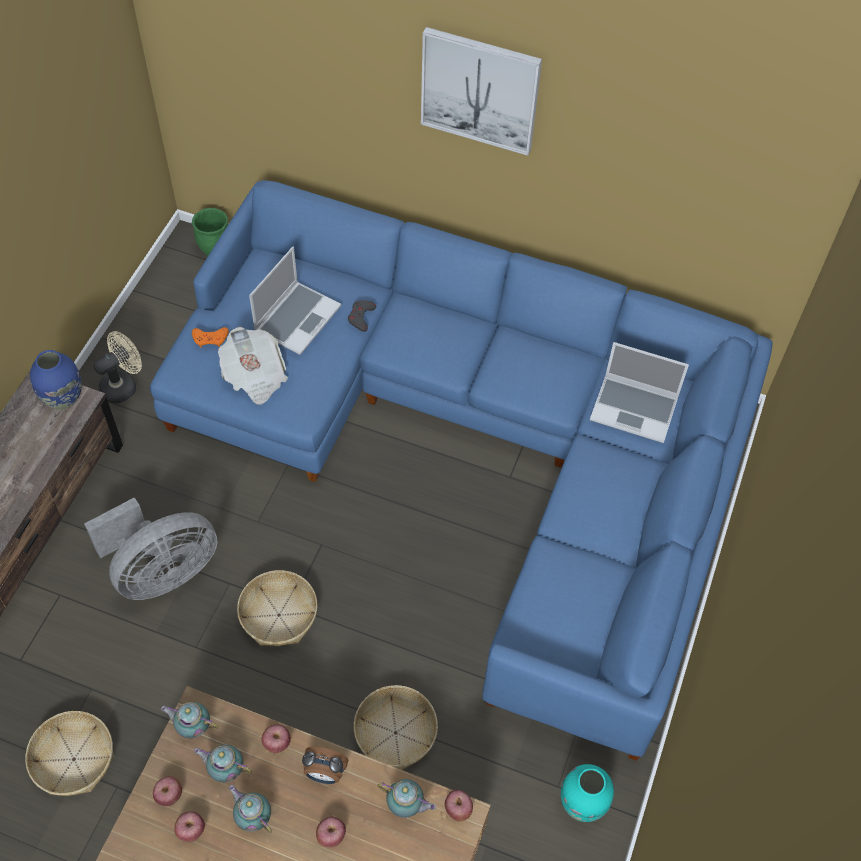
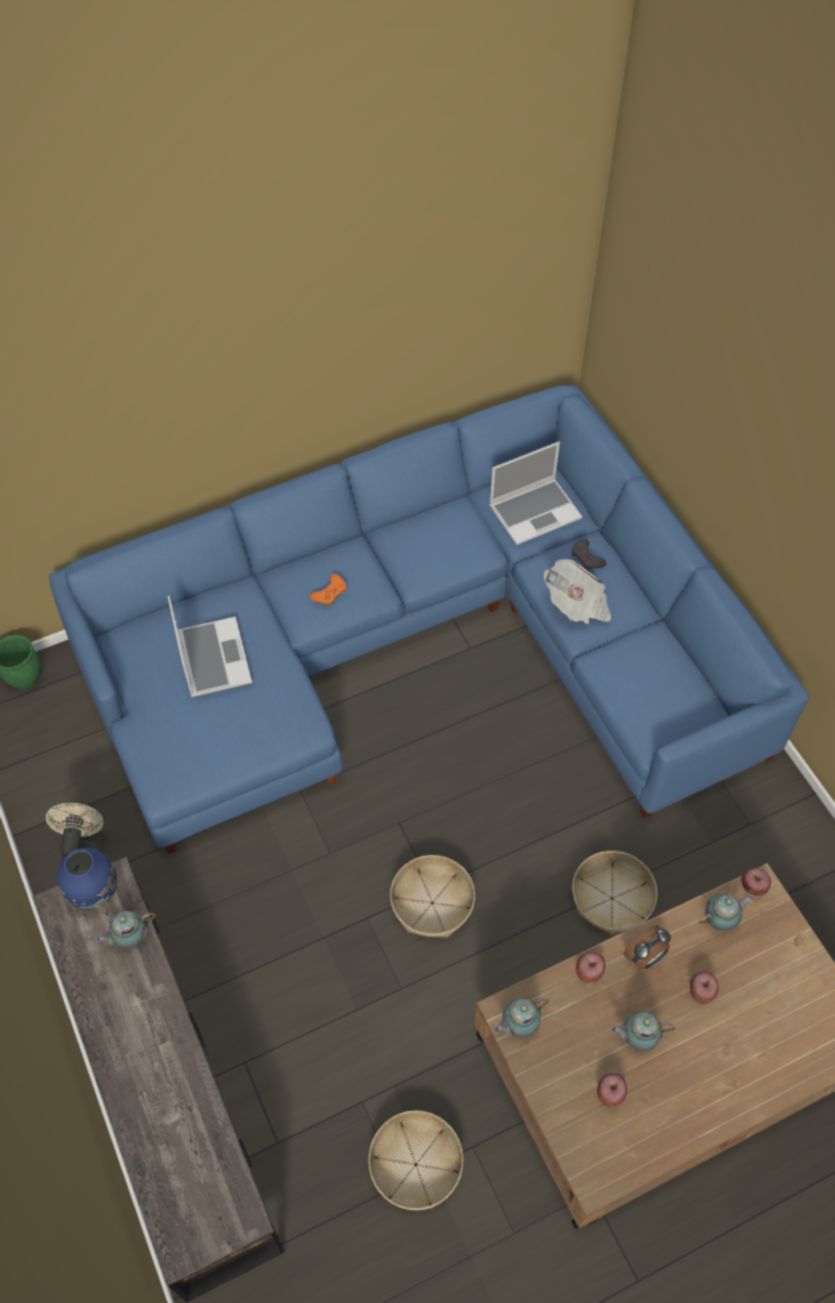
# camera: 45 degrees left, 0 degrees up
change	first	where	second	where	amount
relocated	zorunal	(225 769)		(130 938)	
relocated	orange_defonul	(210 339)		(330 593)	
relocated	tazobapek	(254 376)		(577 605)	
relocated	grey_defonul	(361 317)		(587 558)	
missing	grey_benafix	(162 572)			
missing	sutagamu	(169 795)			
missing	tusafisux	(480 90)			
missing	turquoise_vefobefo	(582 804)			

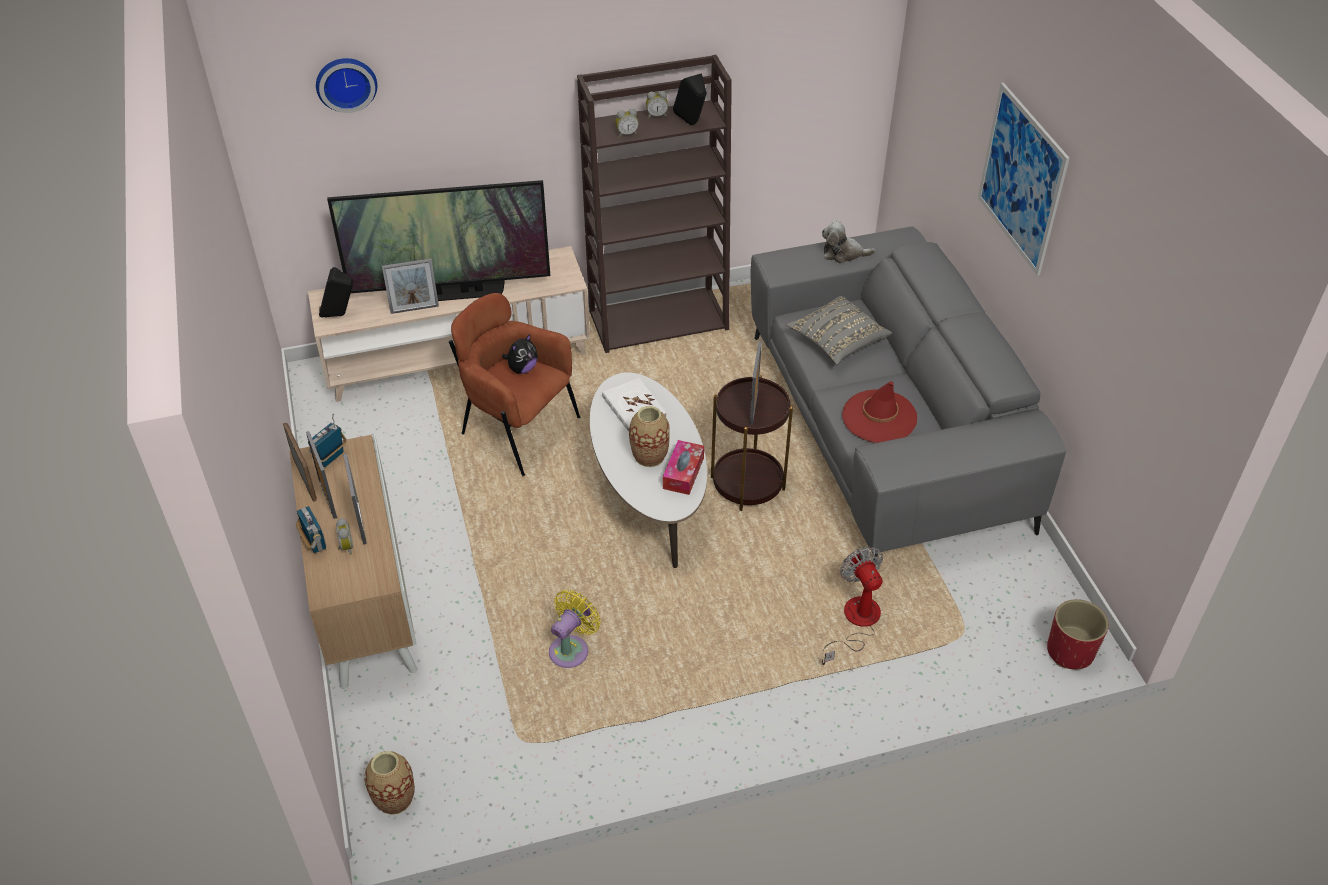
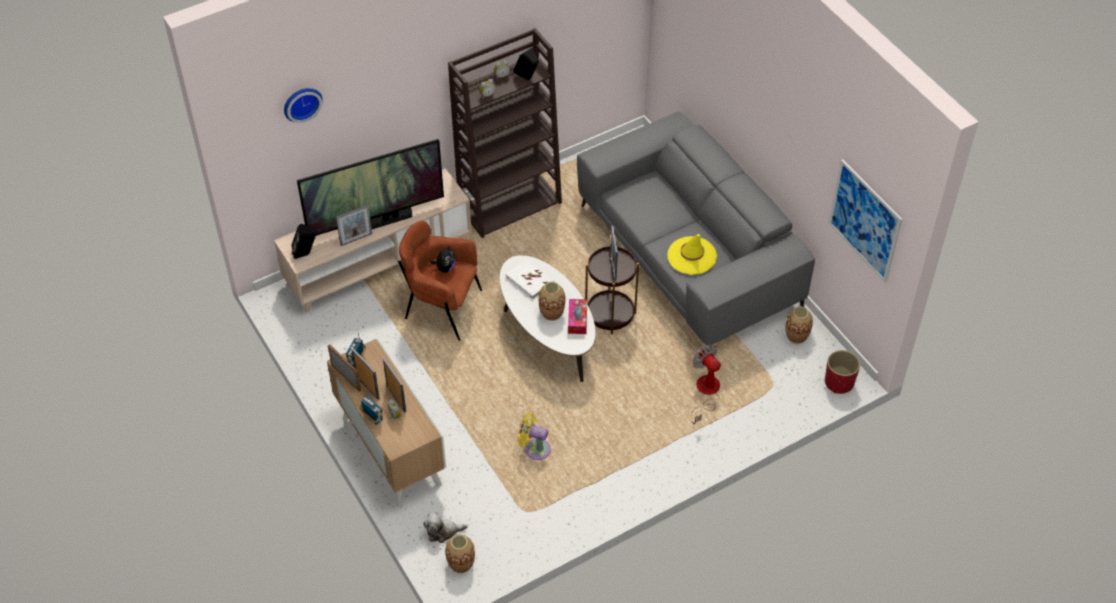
# camera: 15 degrees left, 5 degrees up
change	first	where	second	where	amount
relocated	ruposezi	(843 253)		(443 531)	
spun	yellow_benafix	(571 649)		(534 448)	90 degrees counterclockwise
colour	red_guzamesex	(879 417)	yellow_guzamesex	(692 256)	
appeared			vefobefo	(796 336)	
relocated	tusafisux	(1021 179)		(864 220)	
missing	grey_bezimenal	(837 341)			

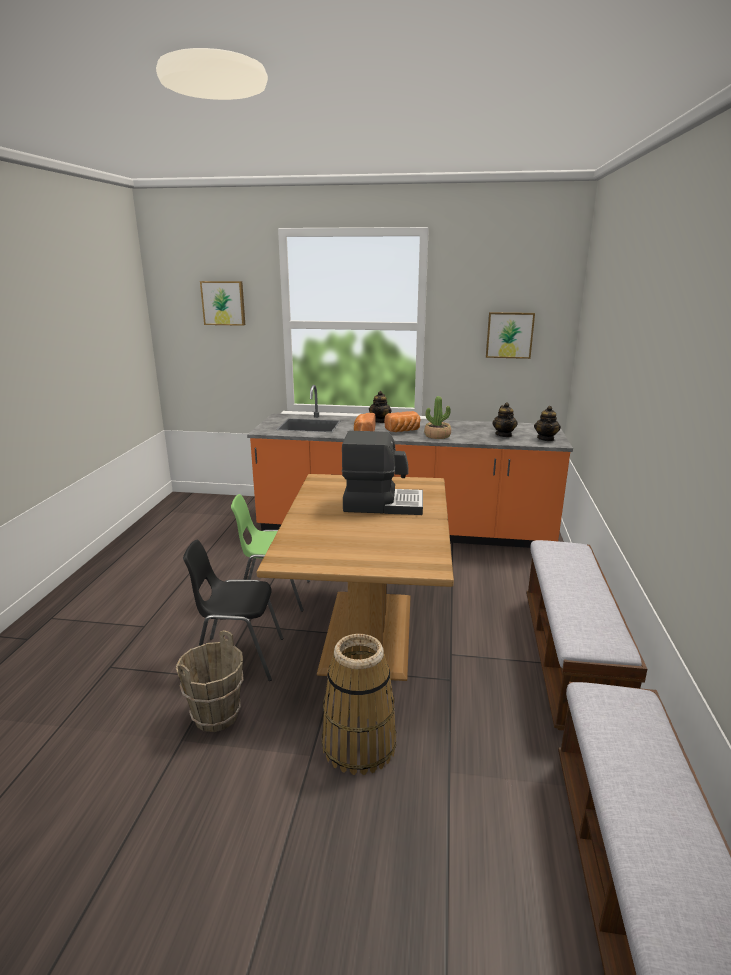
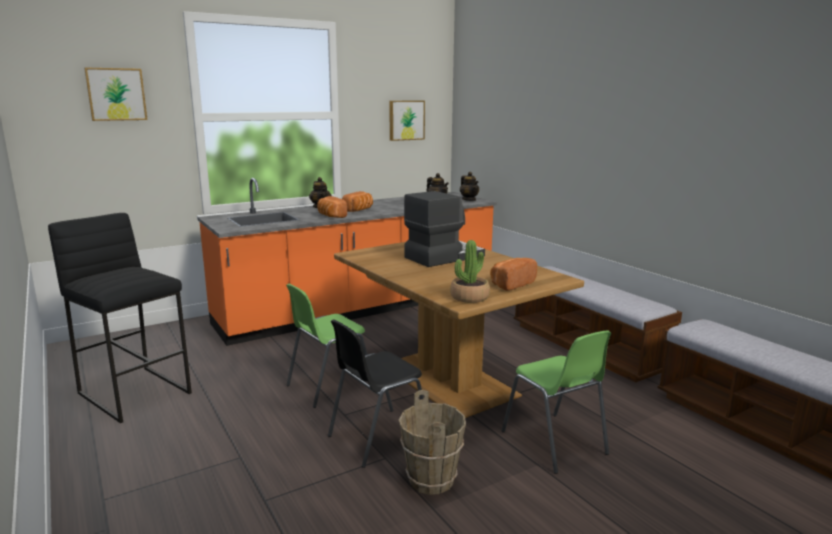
# camera: 40 degrees left, 5 degrees down
change	first	where	second	where	amount
appeared			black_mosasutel	(136 393)	
relocated	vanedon	(437 436)		(469 297)	
appeared			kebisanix	(510 284)	
exchanged	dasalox	(358 745)	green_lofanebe	(554 443)	

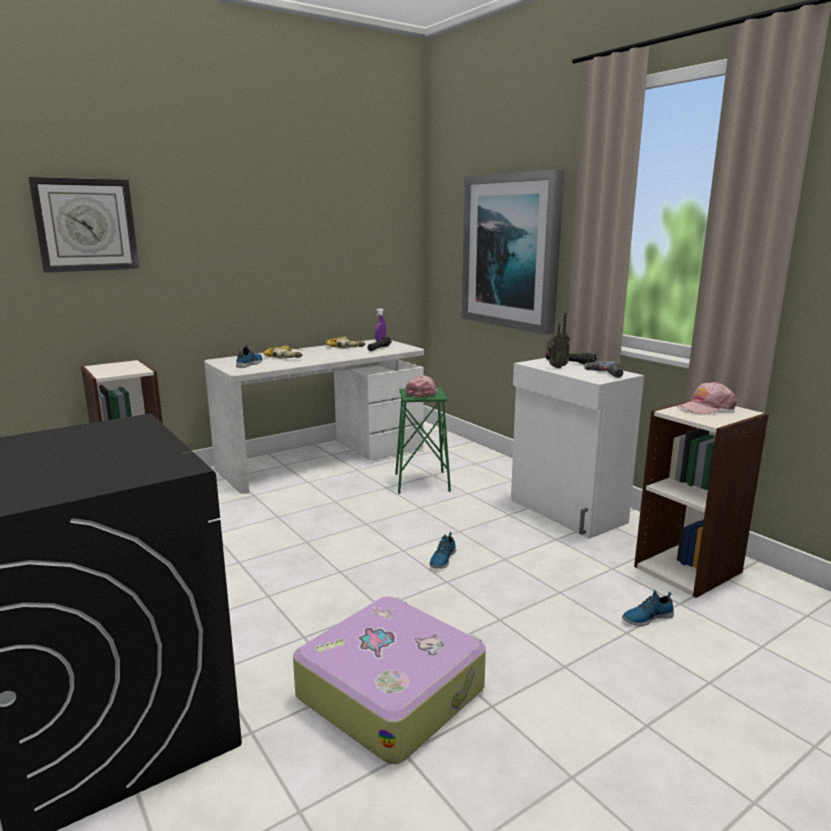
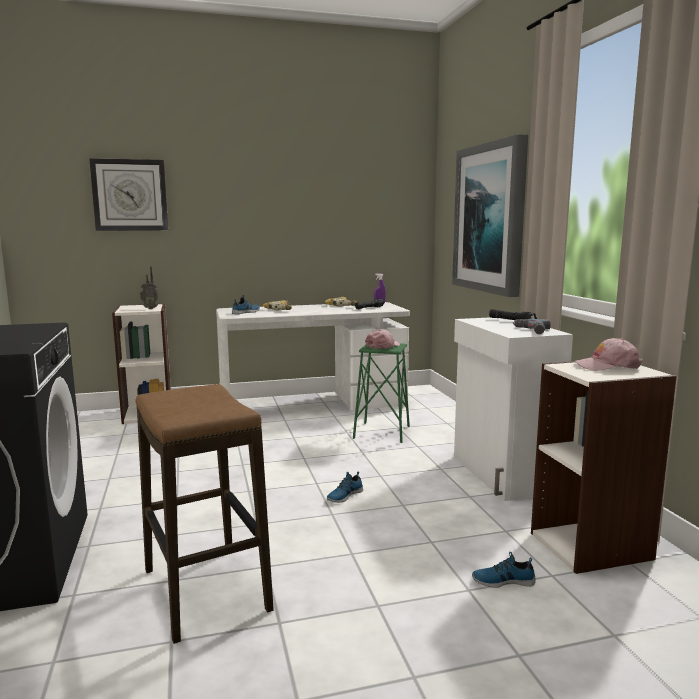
# camera: 20 degrees right, 5 degrees down
change	first	where	second	where	amount
exchanged	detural	(391 691)	mosasutel	(205 590)	
relocated	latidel	(555 367)		(150 308)	

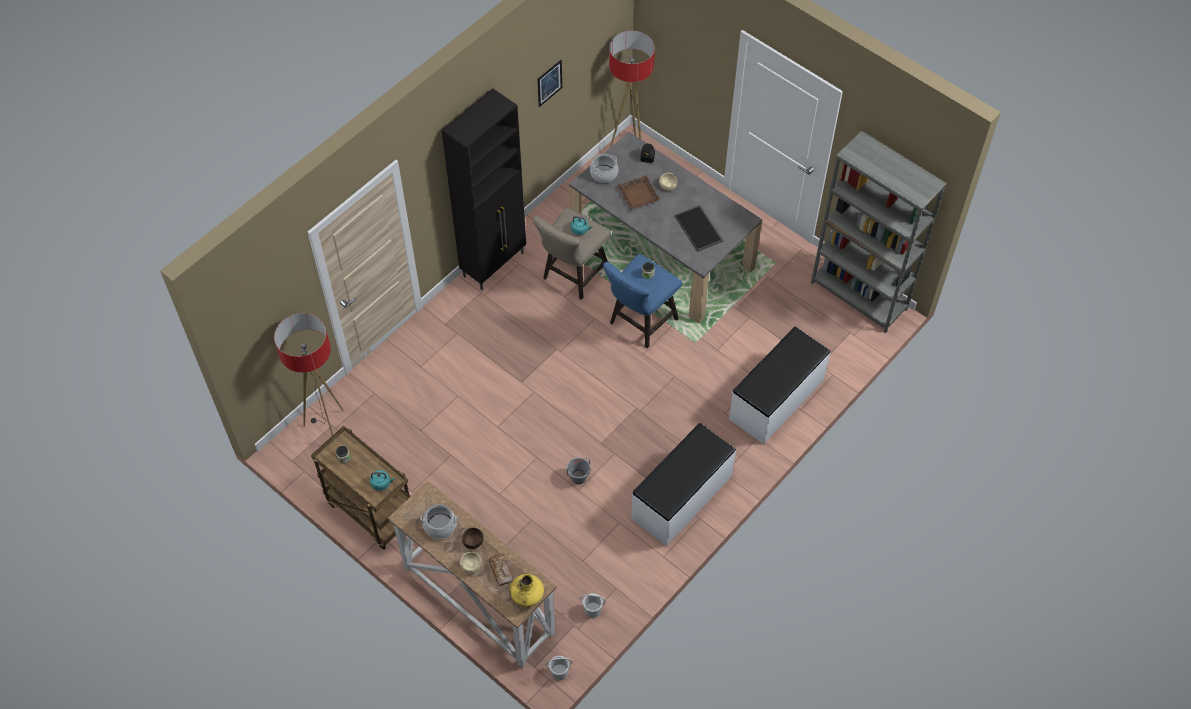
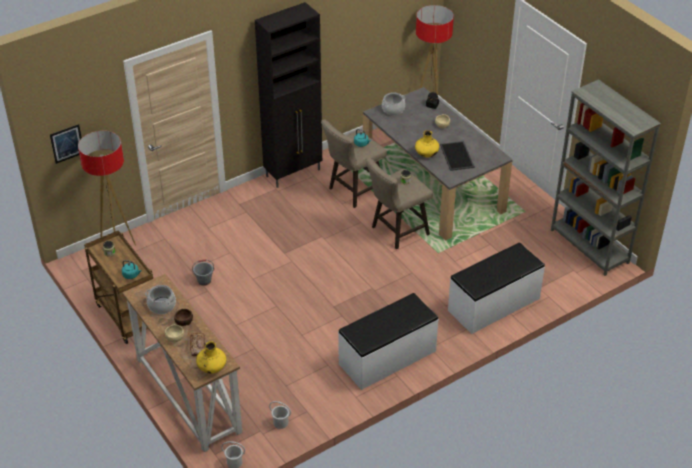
# camera: 15 degrees right, 15 degrees down
change	first	where	second	where	amount
relocated	tusafisux	(549 83)		(67 143)	
relocated	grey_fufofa	(578 477)		(204 281)	
colour	blue_mosasutel	(640 323)	beige_mosasutel	(396 232)	
appeared			yellow_vefobefo	(426 154)	
missing	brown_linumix	(638 195)			

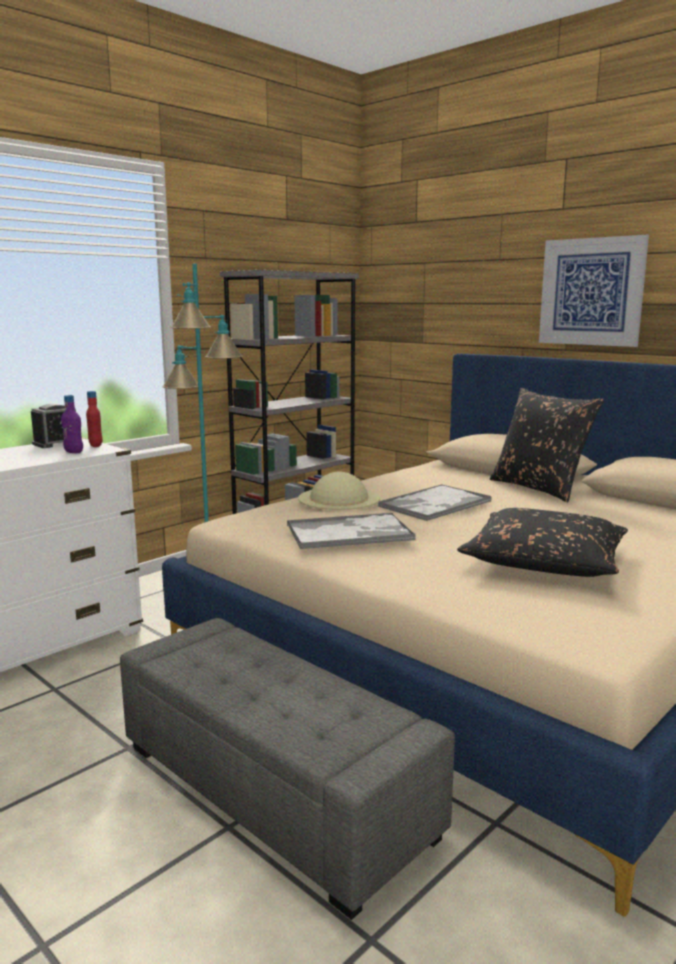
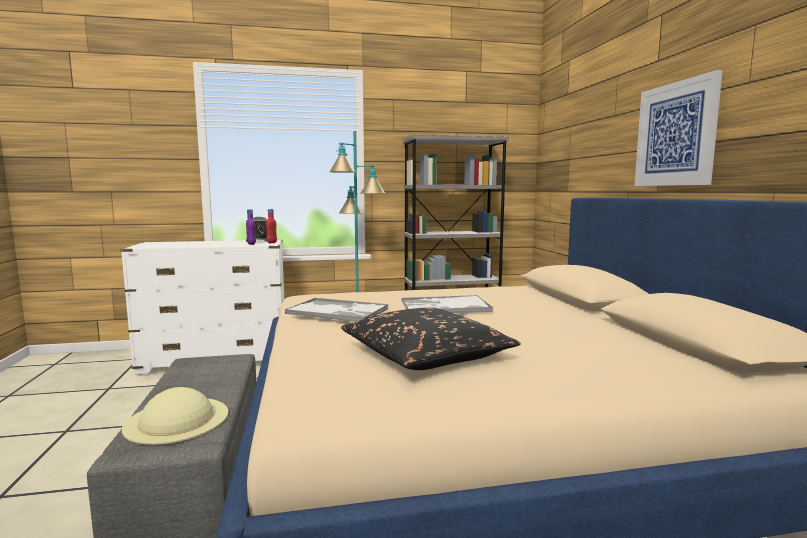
# camera: 35 degrees right, 5 degrees down
change	first	where	second	where	amount
relocated	beige_guzamesex	(339 498)		(177 419)	
missing	black_bezimenal	(539 488)			

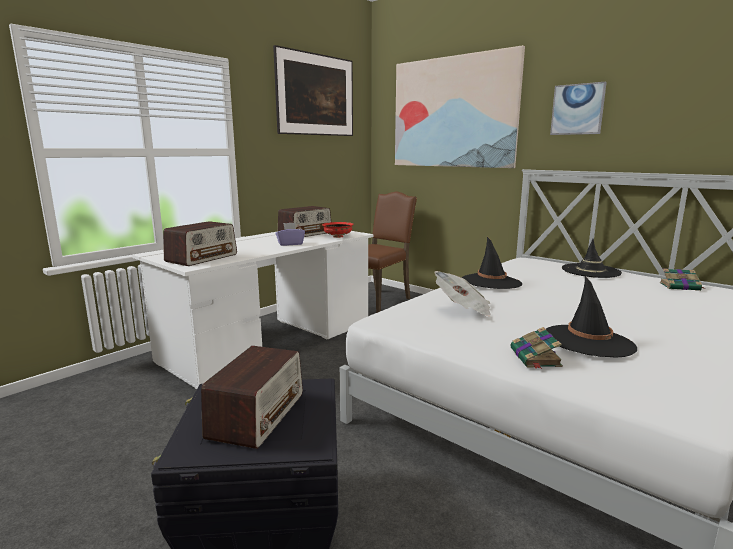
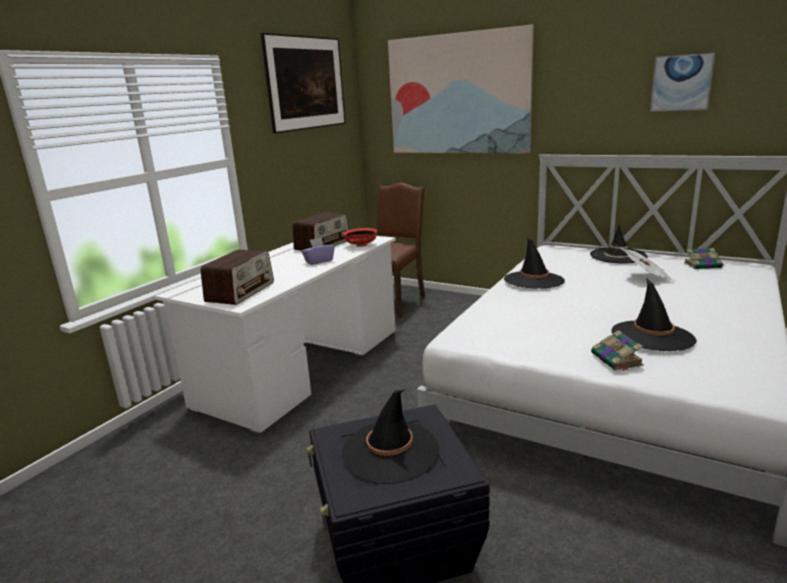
# camera: 10 degrees left, 5 degrees up
change	first	where	second	where	amount
exchanged	latidel	(257 415)	black_guzamesex	(390 452)	
relocated	tazobapek	(463 309)		(646 277)	
relocated	tusafisux	(577 109)		(681 83)	

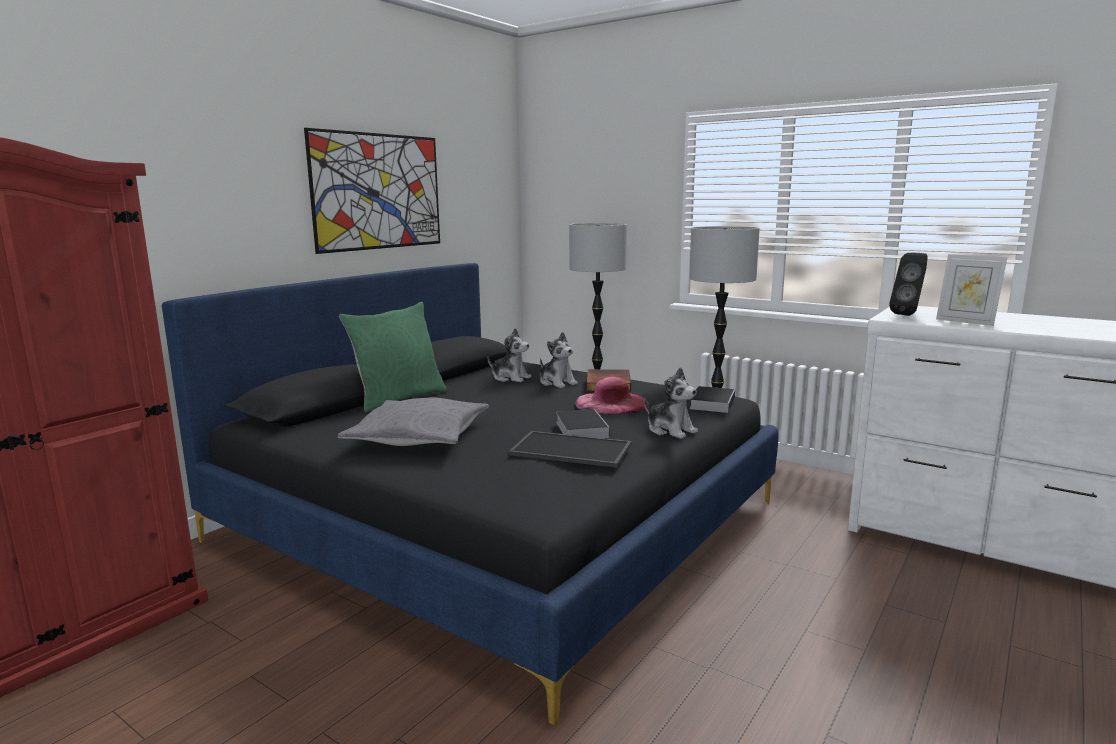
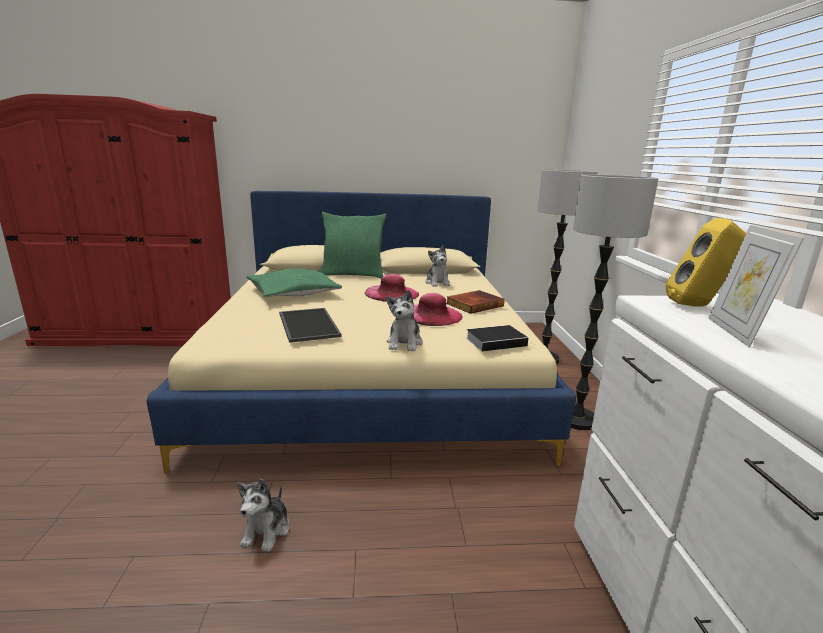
# camera: 50 degrees right, 5 degrees up
change	first	where	second	where	amount
colour	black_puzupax	(499 521)	beige_puzupax	(371 374)	
relocated	ruposezi	(557 383)		(267 531)	
colour	grey_bezimenal	(418 437)	green_bezimenal	(293 293)	
appeared			pink_guzamesex	(392 293)	
colour	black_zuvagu	(908 315)	yellow_zuvagu	(698 306)	
missing	tusafisux	(378 191)			
missing	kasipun	(580 429)			

